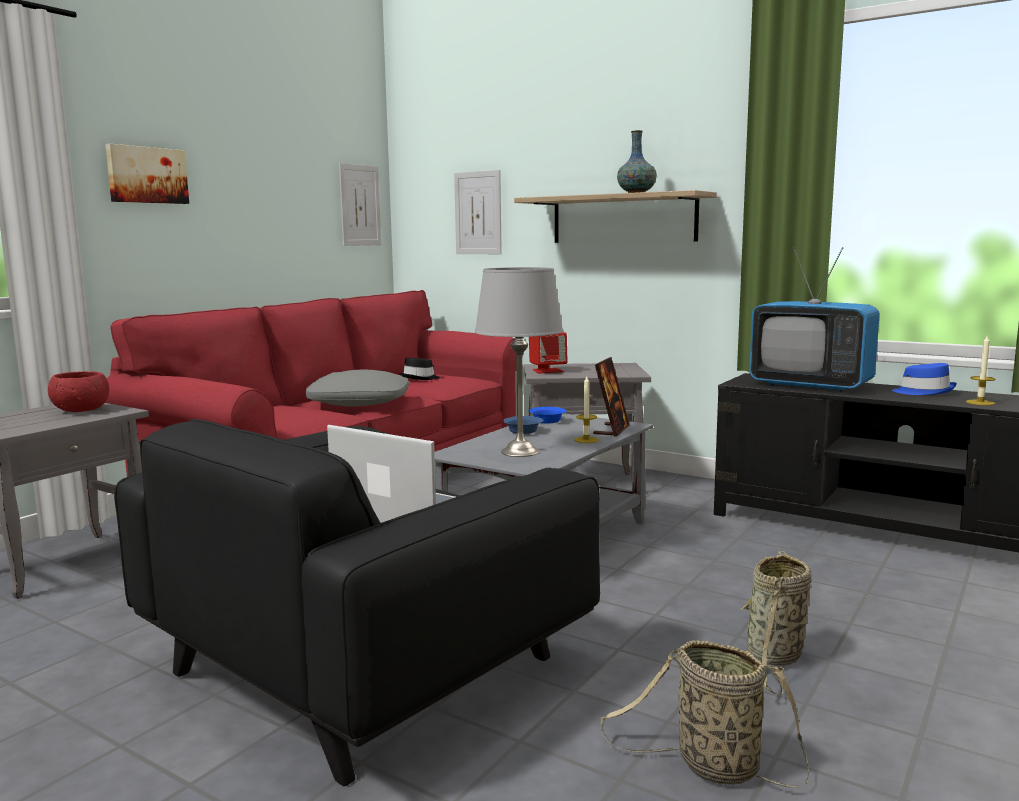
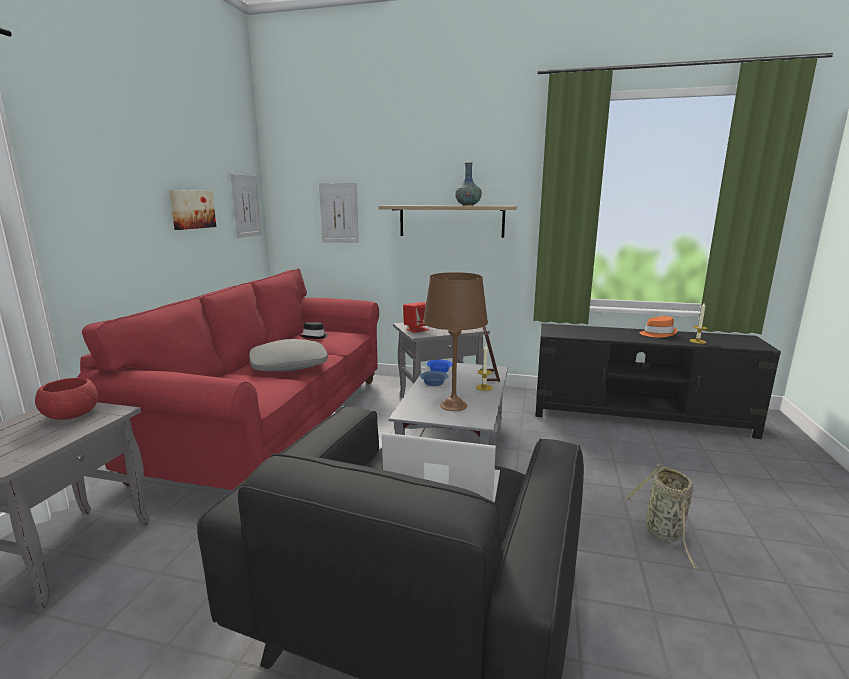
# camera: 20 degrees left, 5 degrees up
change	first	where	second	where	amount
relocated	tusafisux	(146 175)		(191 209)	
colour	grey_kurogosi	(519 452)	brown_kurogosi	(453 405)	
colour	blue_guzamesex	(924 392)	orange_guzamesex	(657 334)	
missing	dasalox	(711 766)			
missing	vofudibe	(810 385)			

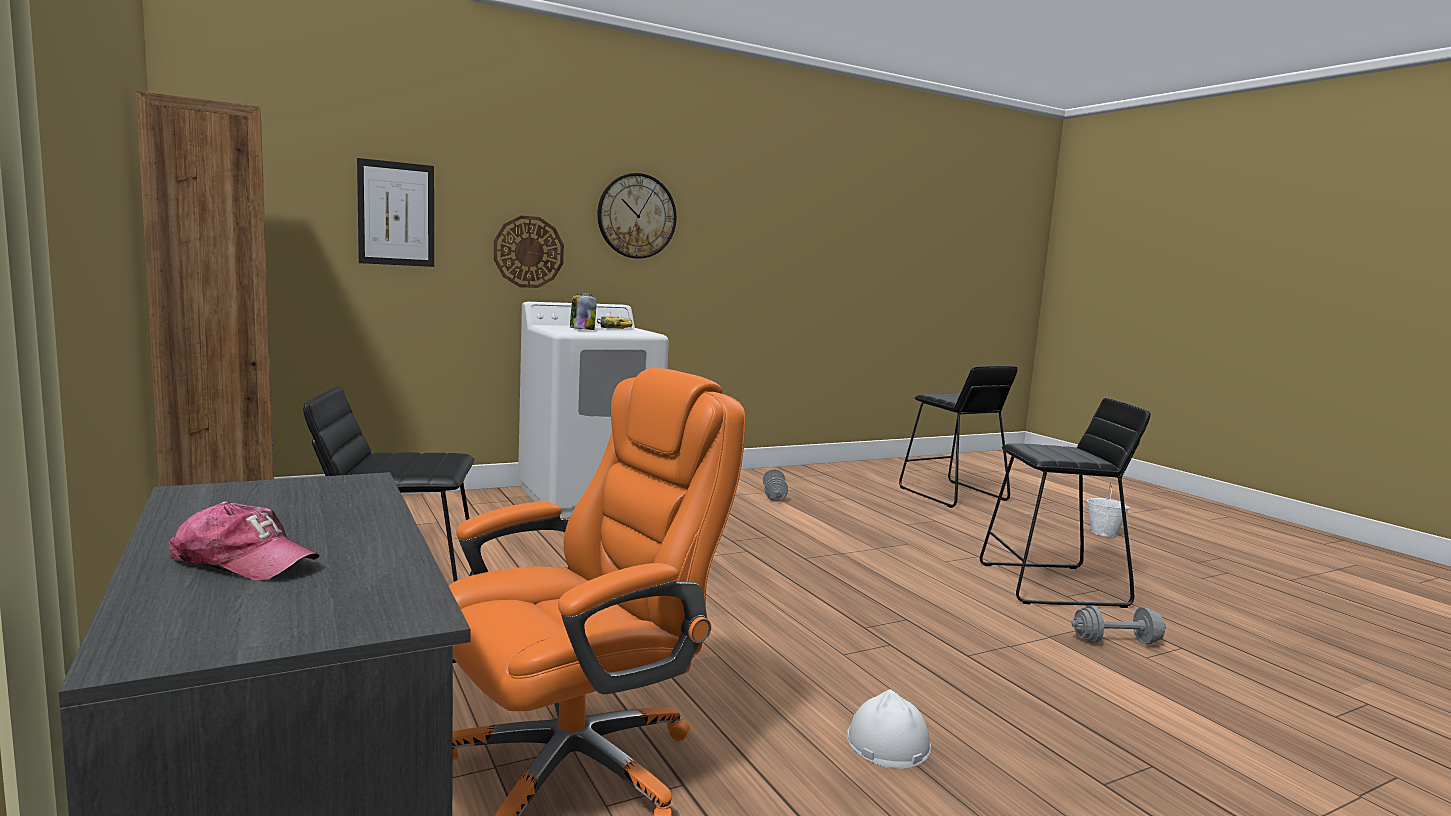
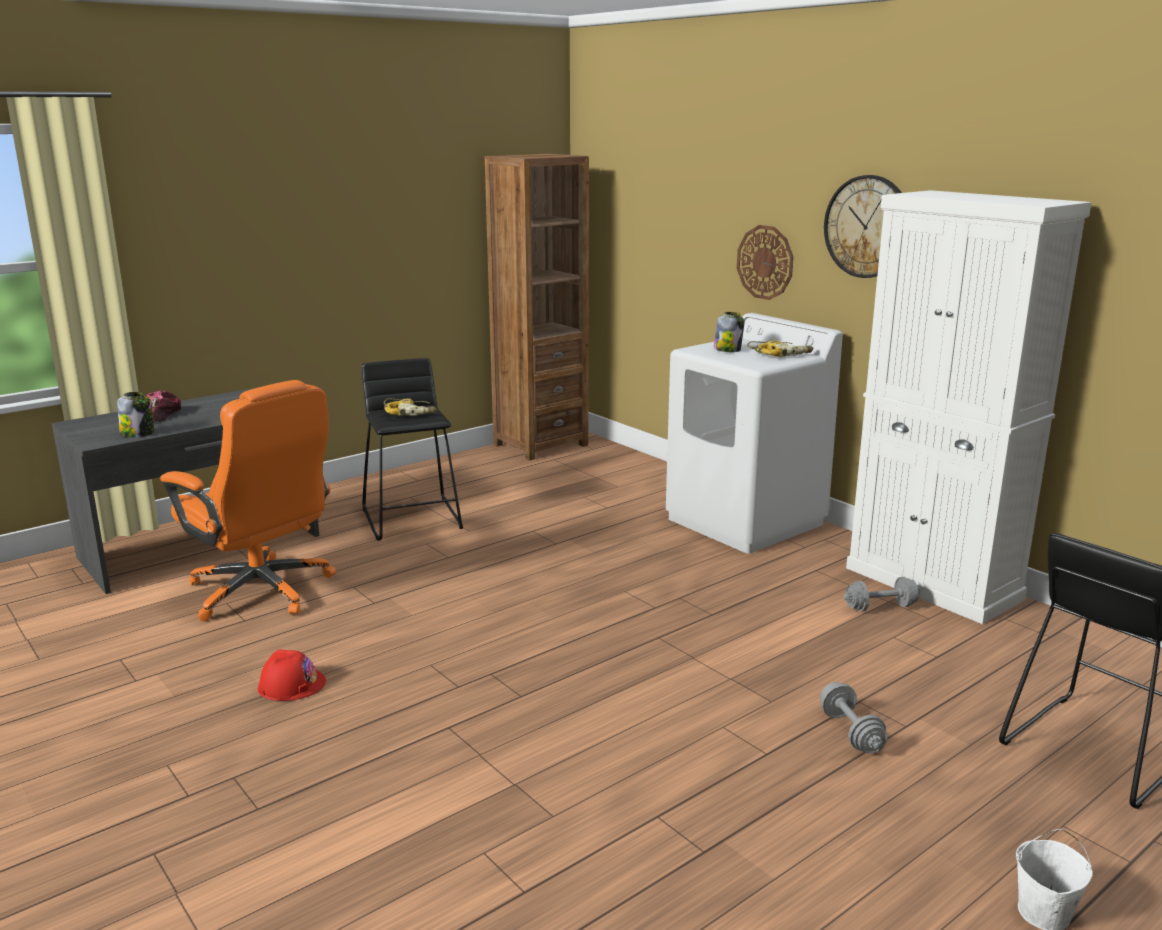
# camera: 80 degrees right, 10 degrees up
change	first	where	second	where	amount
appeared			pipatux	(138 433)	
colour	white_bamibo	(887 742)	red_bamibo	(291 684)	
appeared			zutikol	(410 413)	
relocated	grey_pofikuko	(1116 641)		(850 732)	
appeared			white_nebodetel	(933 584)	
missing	tusafisux	(396 214)			
missing	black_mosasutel	(1052 585)			

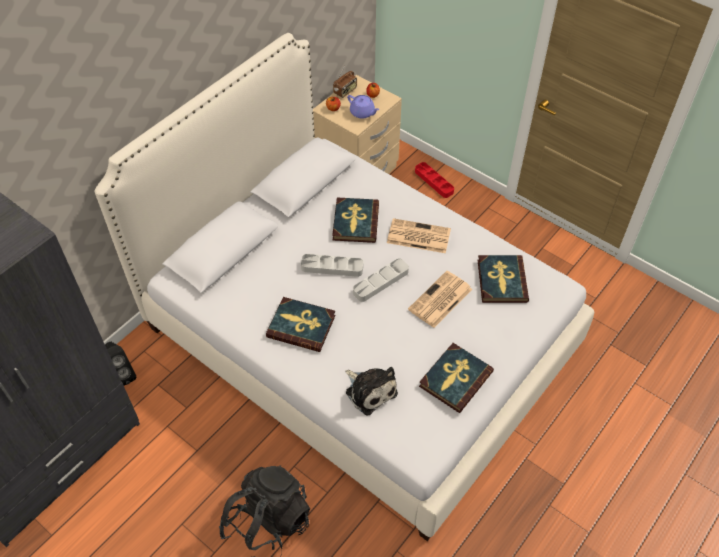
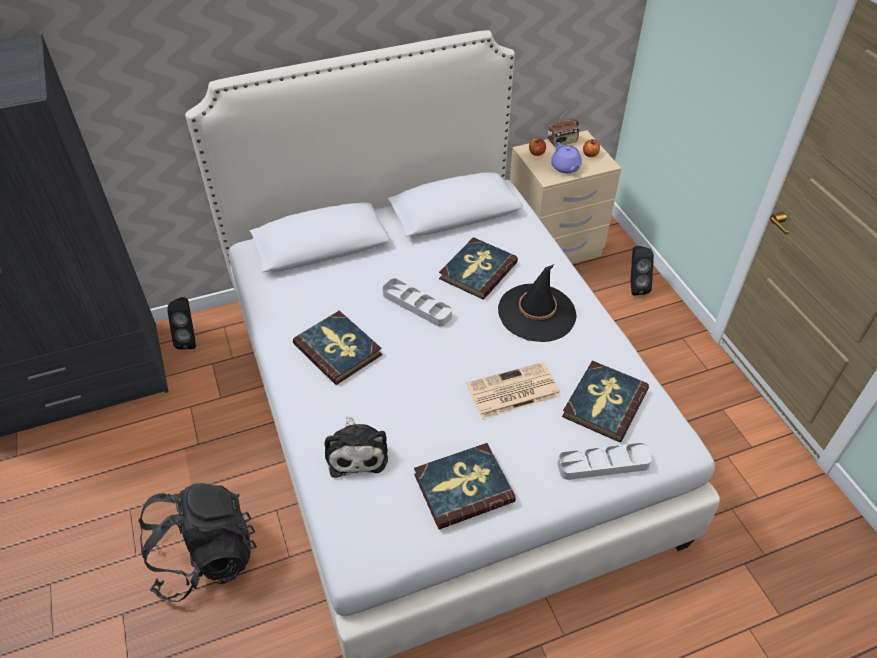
# camera: 30 degrees right, 5 degrees down
change	first	where	second	where	amount
exchanged	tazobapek	(417 236)	black_guzamesex	(537 313)	
relocated	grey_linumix	(380 282)		(603 464)	
exchanged	red_linumix	(434 182)	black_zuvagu	(634 286)	

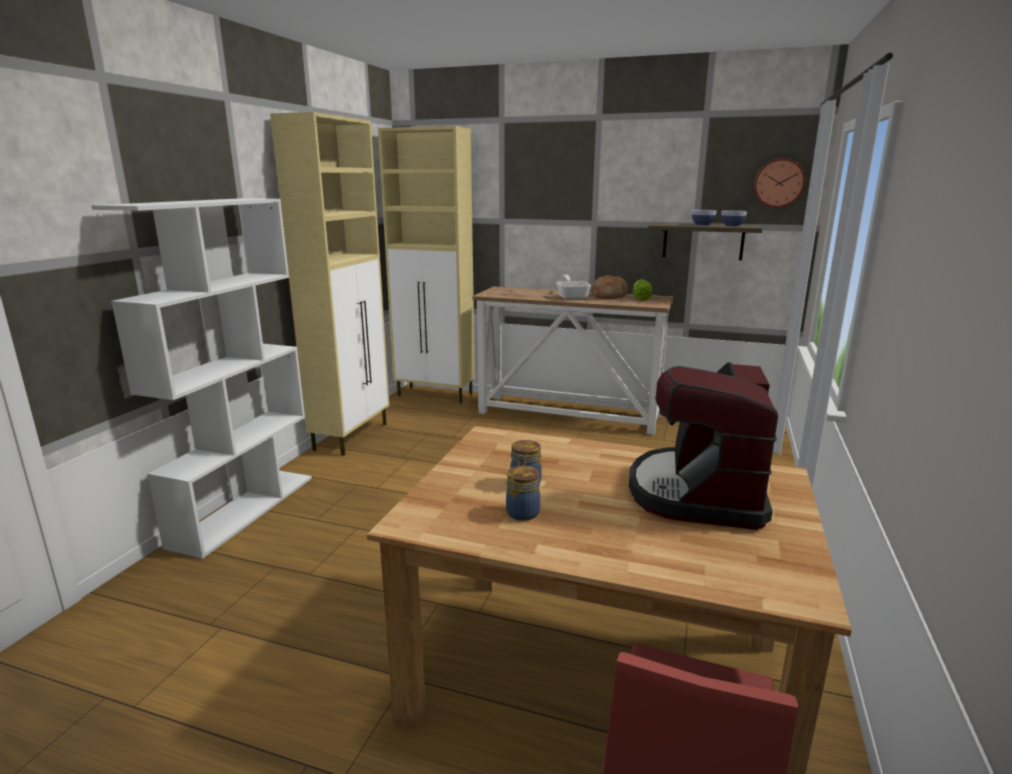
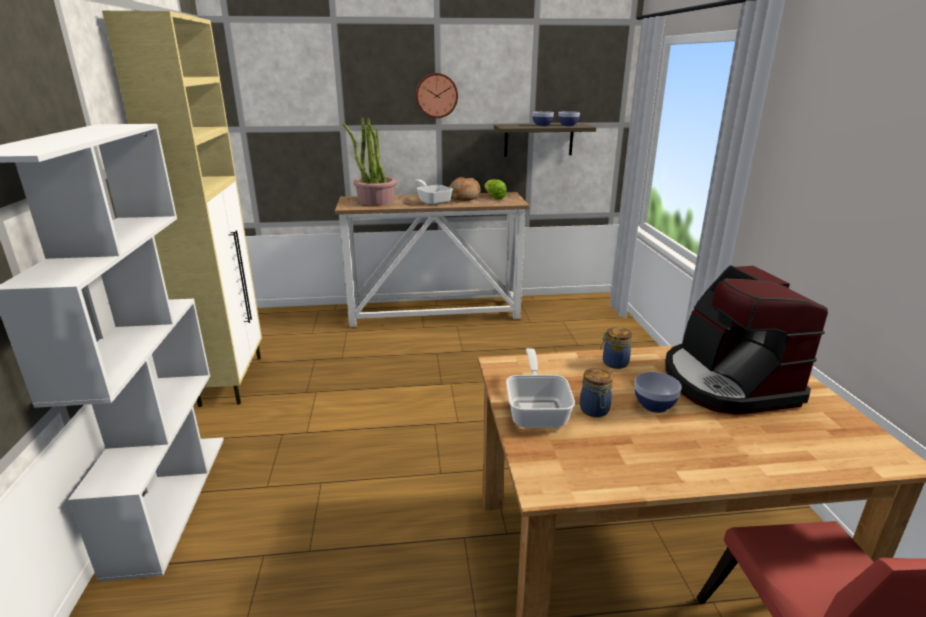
# camera: 25 degrees left, 5 degrees up
change	first	where	second	where	amount
appeared			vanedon	(376 201)	
relocated	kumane	(779 183)		(436 95)	
appeared			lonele	(537 410)	
relocated	pipatux	(521 512)		(614 363)	
appeared			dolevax	(654 405)	
missing	beige_nebodetel	(436 395)			

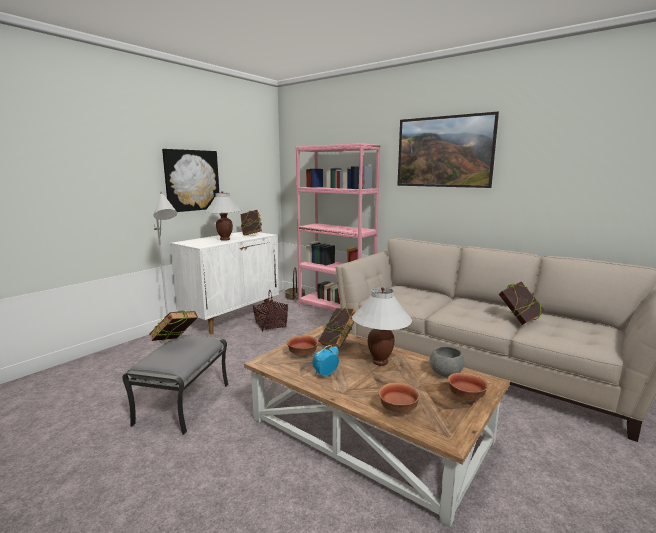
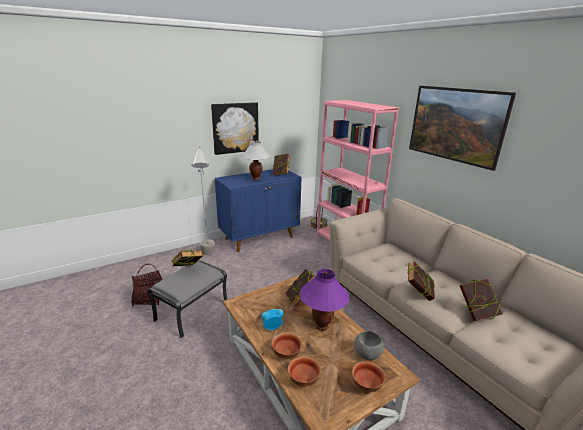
# camera: 20 degrees right, 10 degrees up
change	first	where	second	where	amount
relocated	dasalox	(271 325)		(149 298)	
colour	white_nebodetel	(232 317)	blue_nebodetel	(260 238)	
relocated	dolevax	(303 355)		(287 353)	
colour	white_kurogosi	(380 362)	purple_kurogosi	(321 326)	
appeared			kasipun	(418 294)	

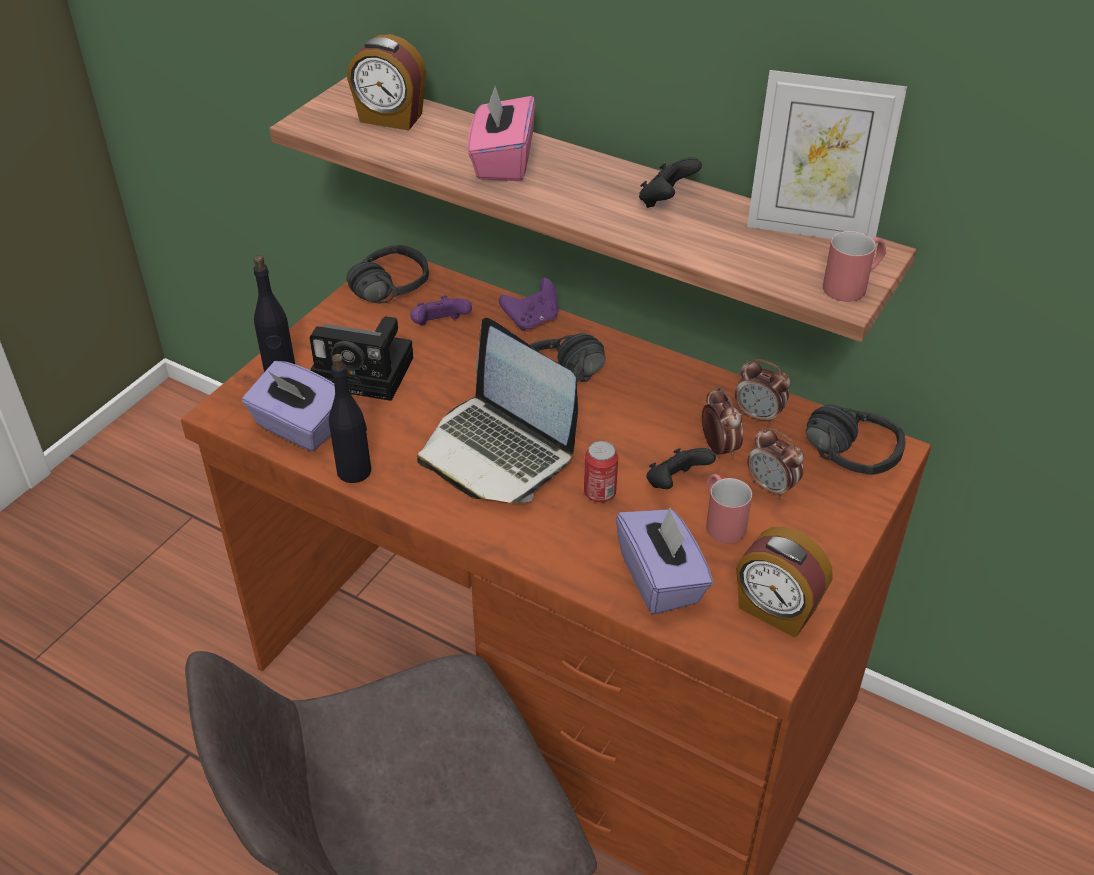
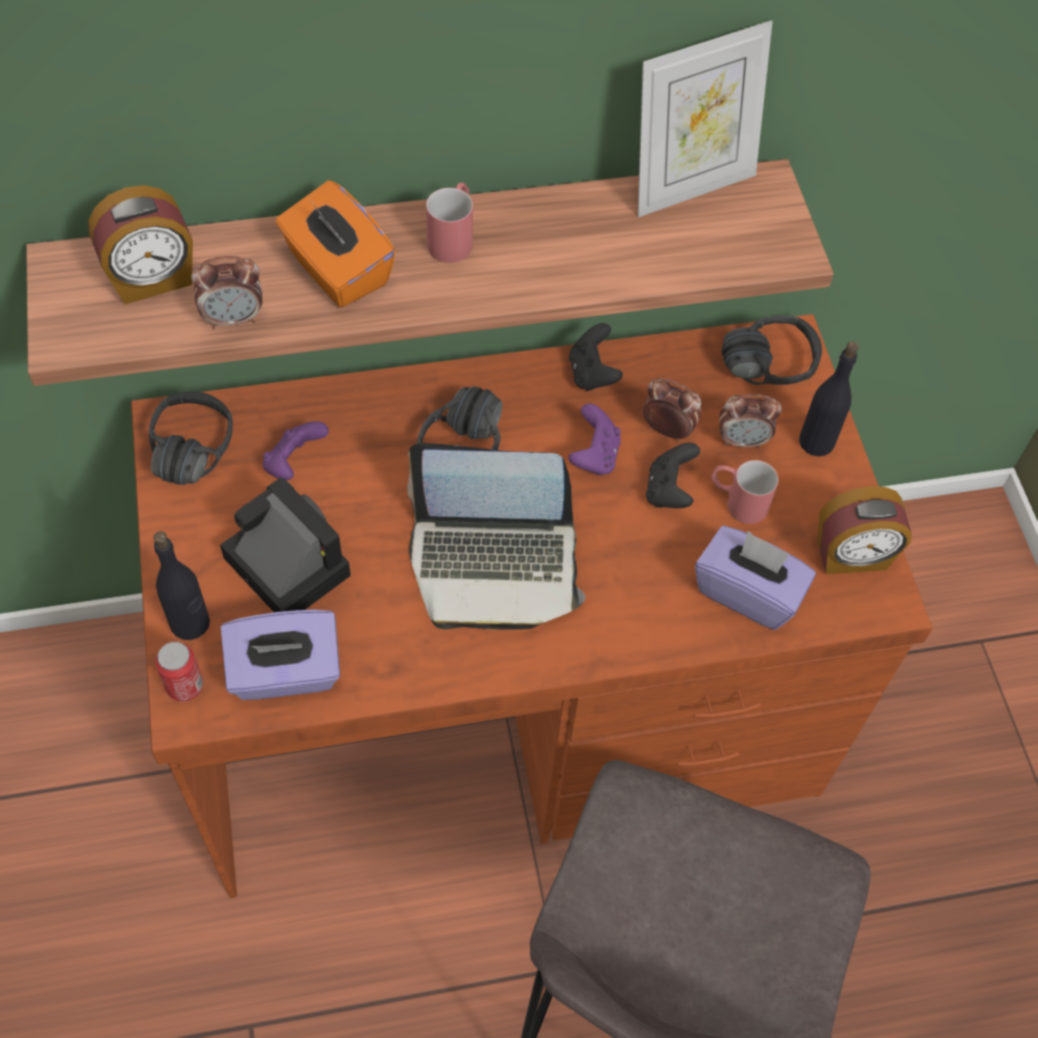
# camera: 45 degrees left, 15 degrees up
change	first	where	second	where	amount
relocated	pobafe	(600 493)		(185 686)	
relocated	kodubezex	(758 415)		(234 319)	
spun	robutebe	(368 372)		(282 564)	105 degrees counterclockwise
colour	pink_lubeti	(502 162)	orange_lubeti	(337 270)	
relocated	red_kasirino	(852 285)		(453 237)	
relocated	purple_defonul	(532 320)		(594 456)	
relocated	black_defonul	(666 201)		(592 373)	
relocated	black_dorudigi	(354 471)		(816 441)	

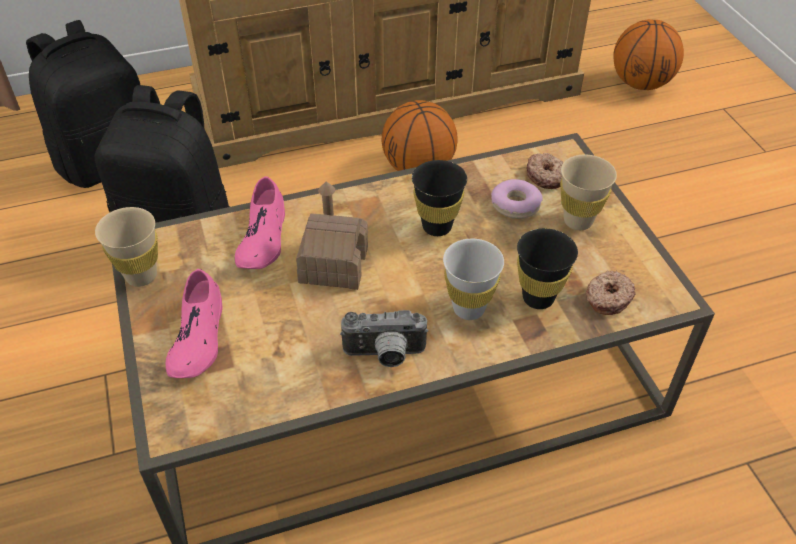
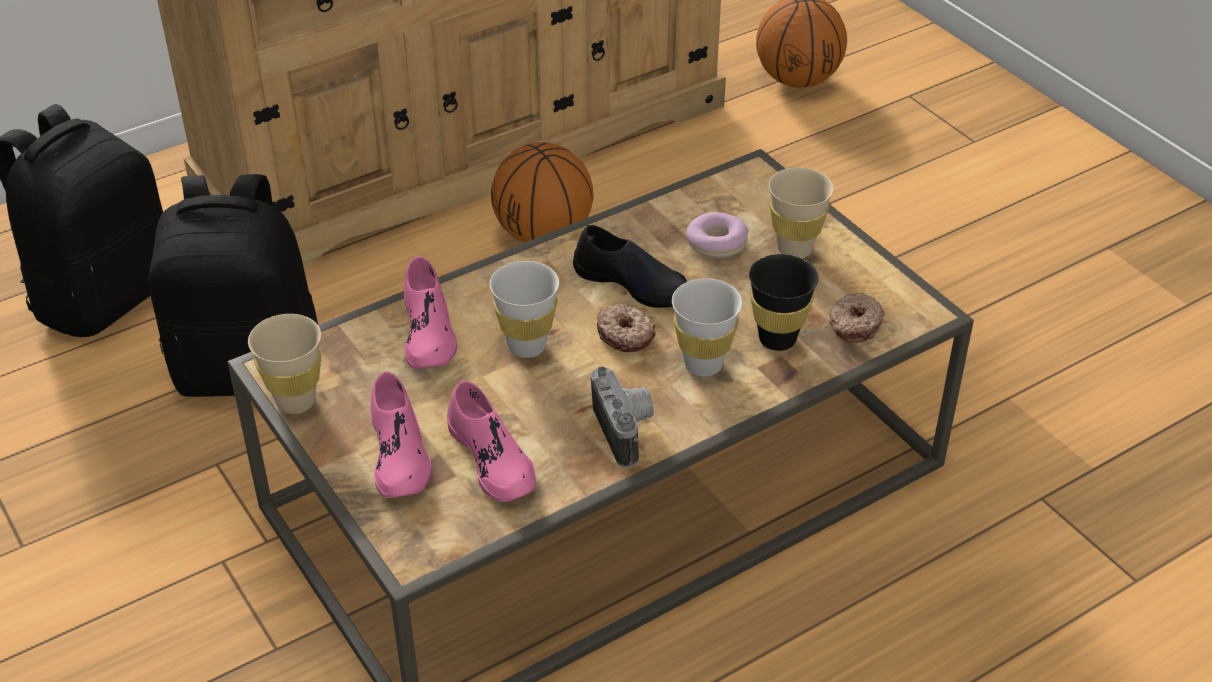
# camera: 15 degrees left, 5 degrees down
change	first	where	second	where	amount
appeared			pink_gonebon	(492 459)	
exchanged	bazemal	(333 264)	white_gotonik	(527 346)	
exchanged	black_gotonik	(437 227)	black_gonebon	(633 283)	
spun	robutebe	(385 356)		(626 431)	90 degrees counterclockwise
relocated	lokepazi	(546 176)		(625 335)	

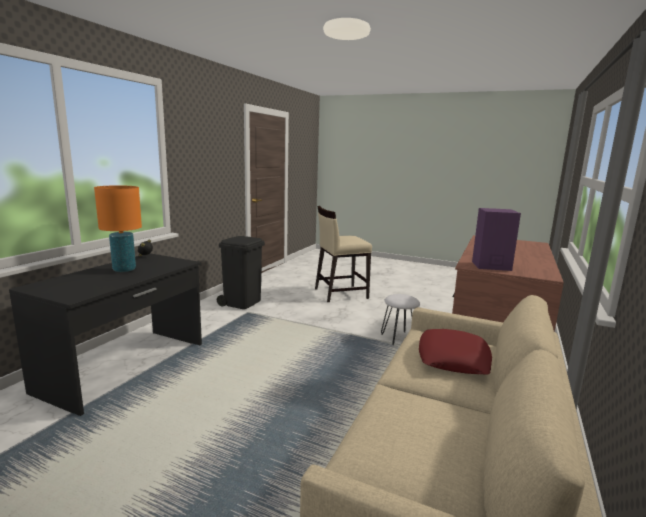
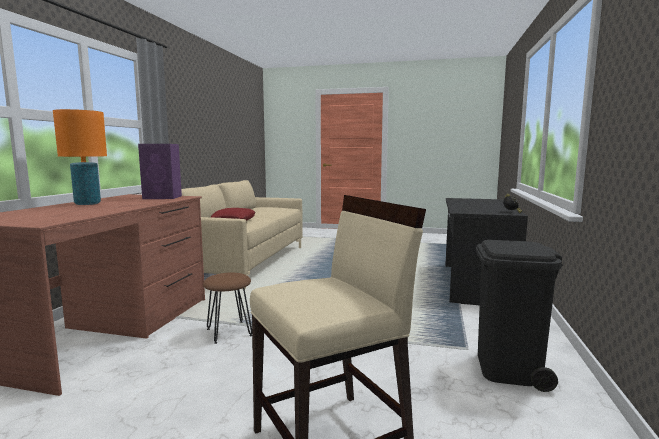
# camera: 170 degrees right, 5 degrees down
change	first	where	second	where	amount
relocated	orange_kurogosi	(124 270)		(87 204)	
colour	white_mosasutel	(398 338)	brown_mosasutel	(229 332)	

